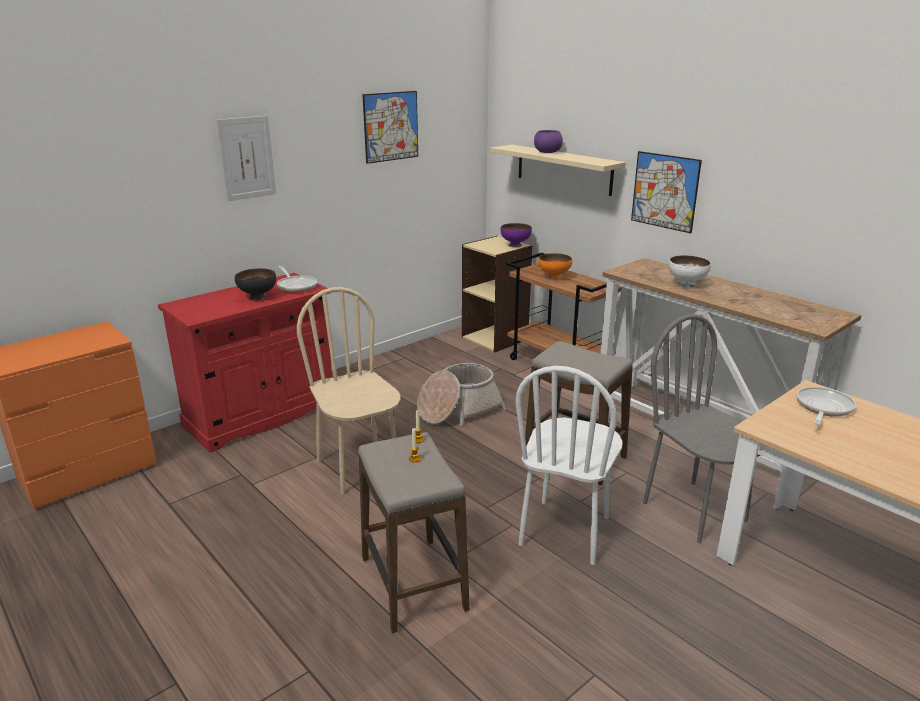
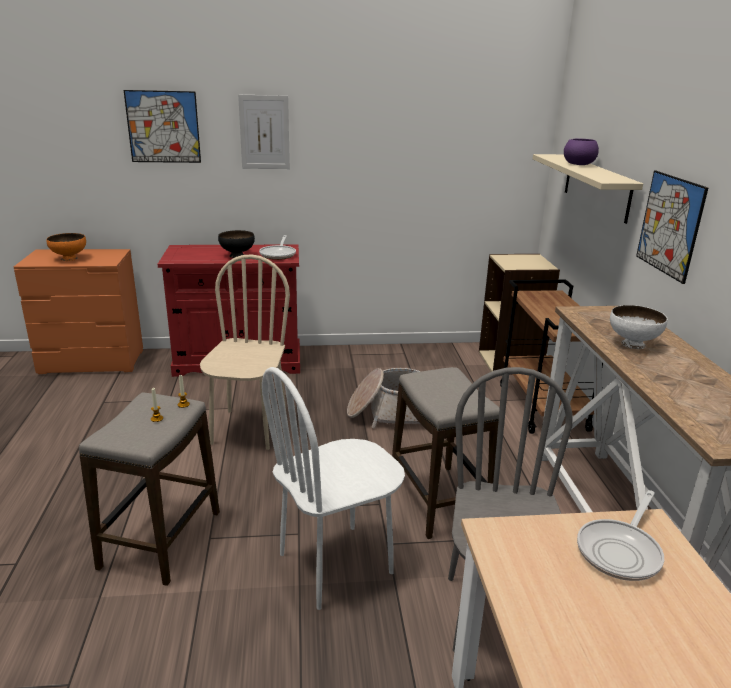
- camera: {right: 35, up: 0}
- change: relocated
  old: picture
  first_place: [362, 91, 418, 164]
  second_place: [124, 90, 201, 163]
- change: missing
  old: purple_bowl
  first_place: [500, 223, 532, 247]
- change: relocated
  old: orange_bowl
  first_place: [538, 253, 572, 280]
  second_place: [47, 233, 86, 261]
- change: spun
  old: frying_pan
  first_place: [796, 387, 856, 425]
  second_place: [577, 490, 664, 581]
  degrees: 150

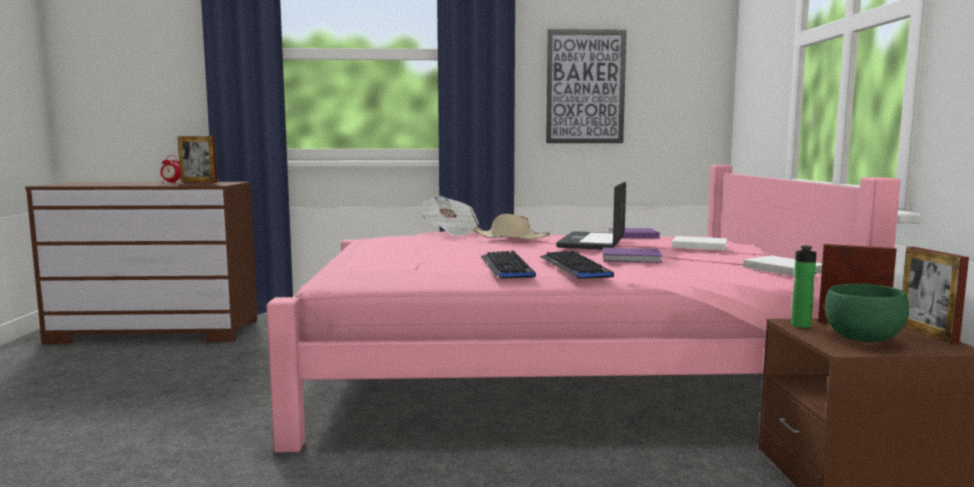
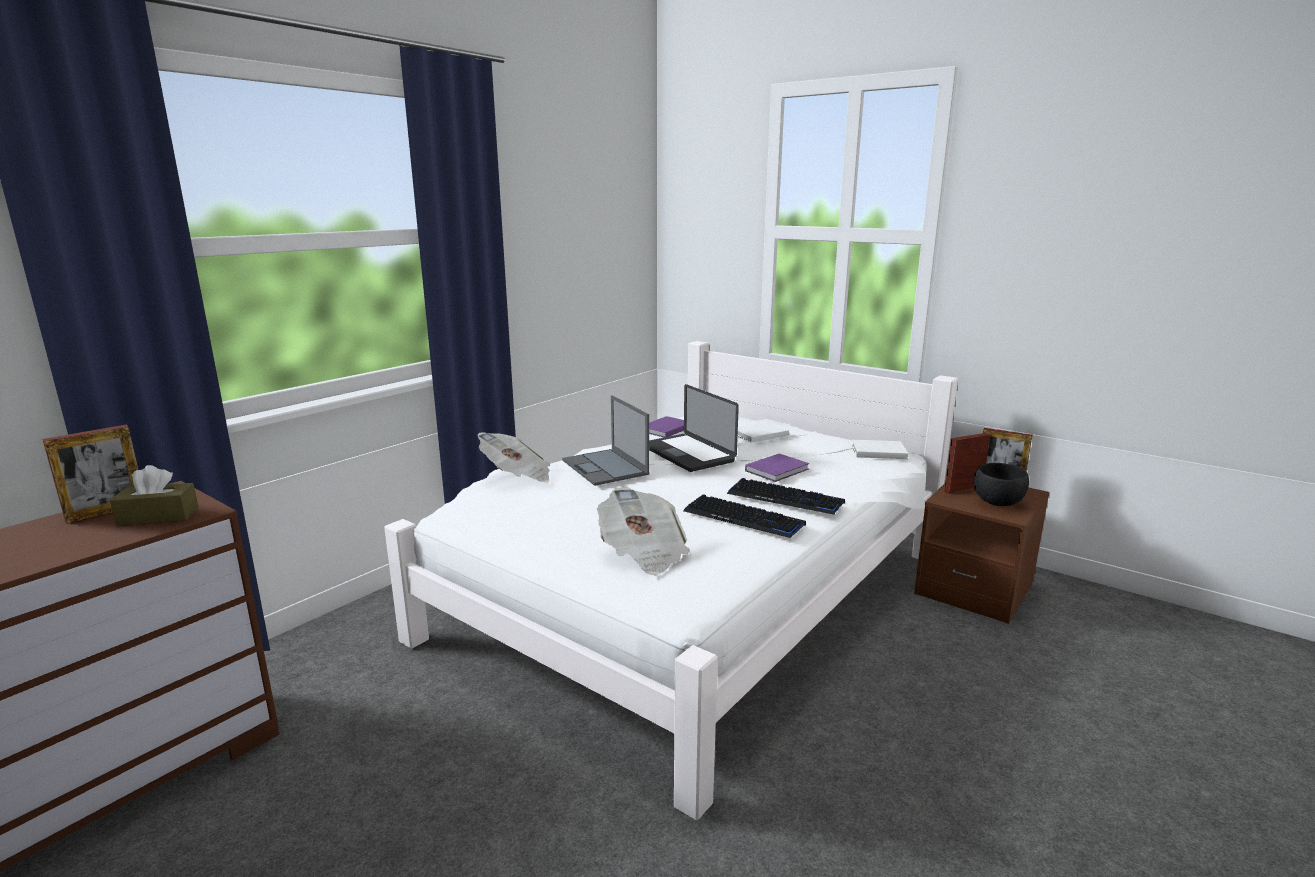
- camera: {right: -50, up: 10}
- change: missing
  old: alarm_clock
  first_place: [160, 155, 181, 183]
- change: colour
  old: pink_bed
  new: white_bed
  first_place: [266, 165, 901, 453]
  second_place: [384, 341, 958, 820]
- change: exchanged
  old: beige_hat
  new: laptop
  first_place: [473, 214, 550, 239]
  second_place: [562, 395, 649, 486]
- change: missing
  old: picture
  first_place: [546, 29, 627, 143]
- change: missing
  old: bottle
  first_place: [791, 246, 817, 328]
- change: colour
  old: green_bowl
  new: black_bowl
  first_place: [825, 284, 909, 342]
  second_place: [974, 463, 1029, 506]
- change: appeared
  new: brown_tissue_box
  second_place: [110, 465, 198, 526]
- change: appeared
  new: newspaper
  second_place: [597, 487, 690, 576]

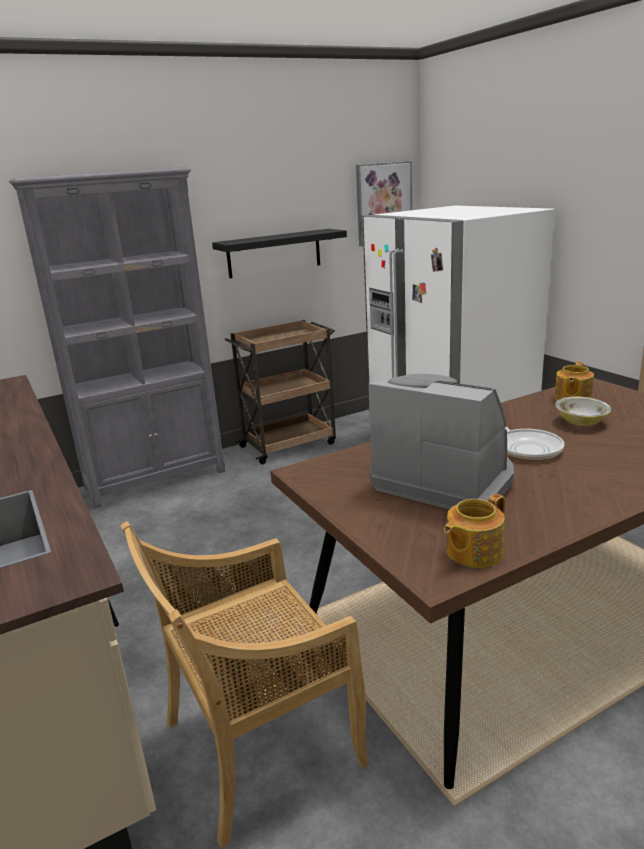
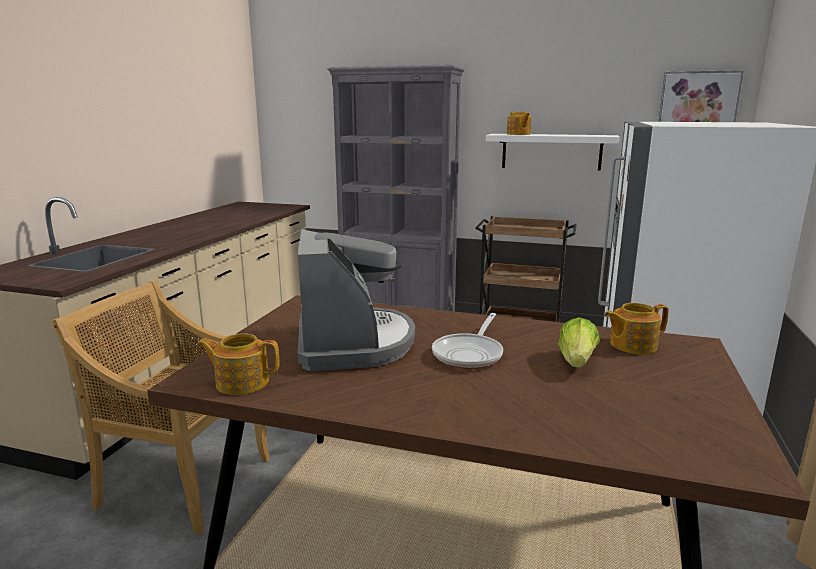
- camera: {right: 45, up: -5}
- change: colour
  old: black_shelf
  new: white_shelf
  first_place: [212, 229, 347, 278]
  second_place: [486, 134, 620, 171]
- change: exchanged
  old: bowl
  new: lettuce
  first_place: [555, 397, 611, 426]
  second_place: [558, 317, 600, 368]
- change: appeared
  new: teapot
  second_place: [507, 112, 531, 135]

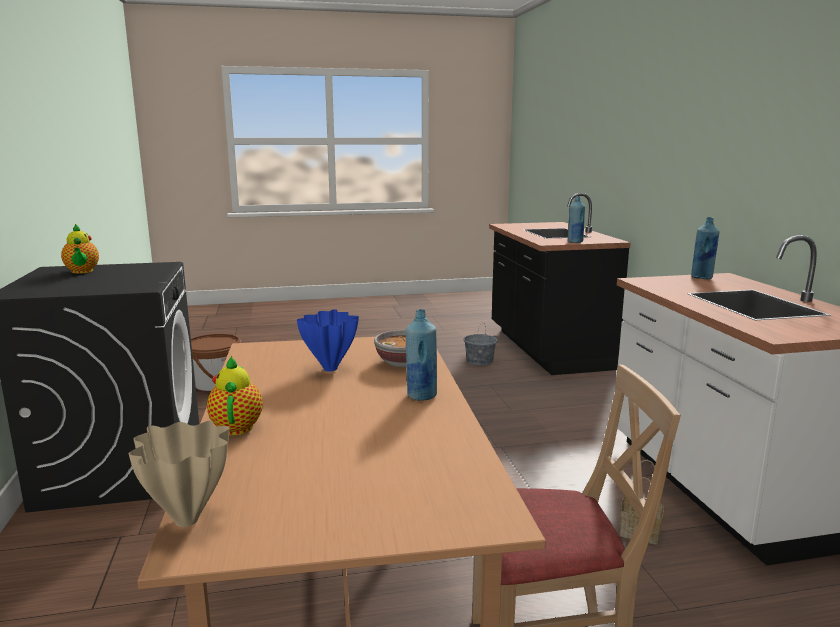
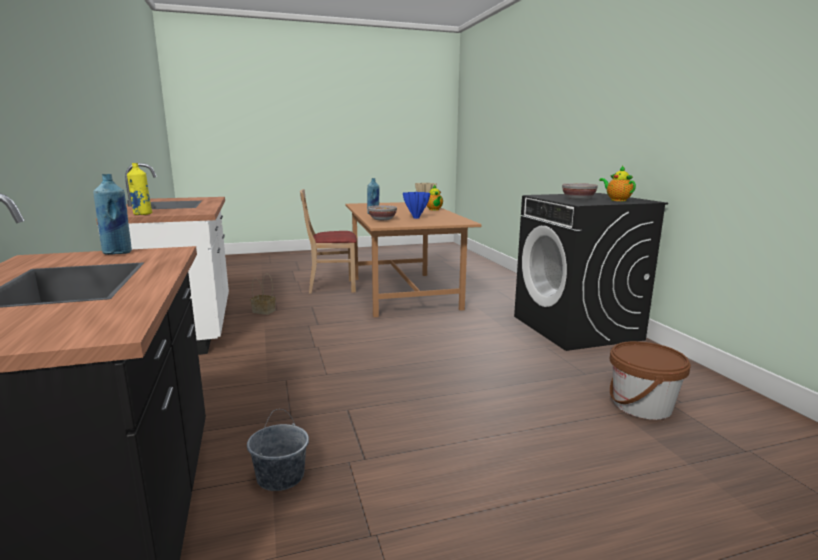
- camera: {right: 175, up: 0}
- change: colour
  old: blue_bottle
  new: yellow_bottle
  first_place: [691, 217, 720, 279]
  second_place: [127, 163, 152, 215]
- change: appeared
  new: bowl
  second_place: [562, 183, 598, 200]

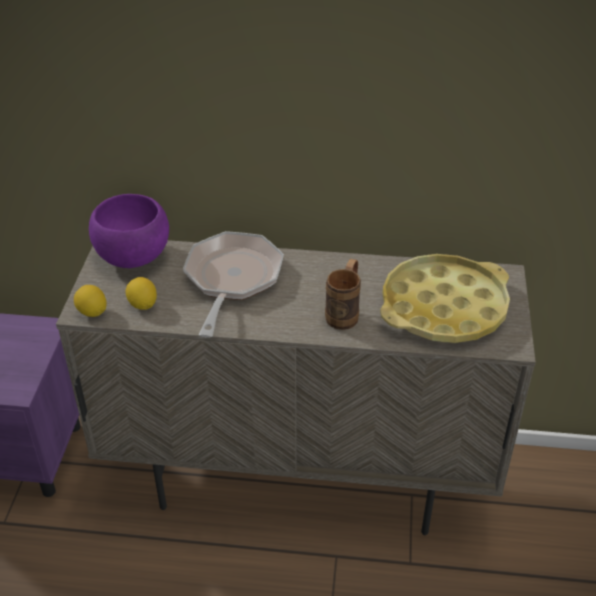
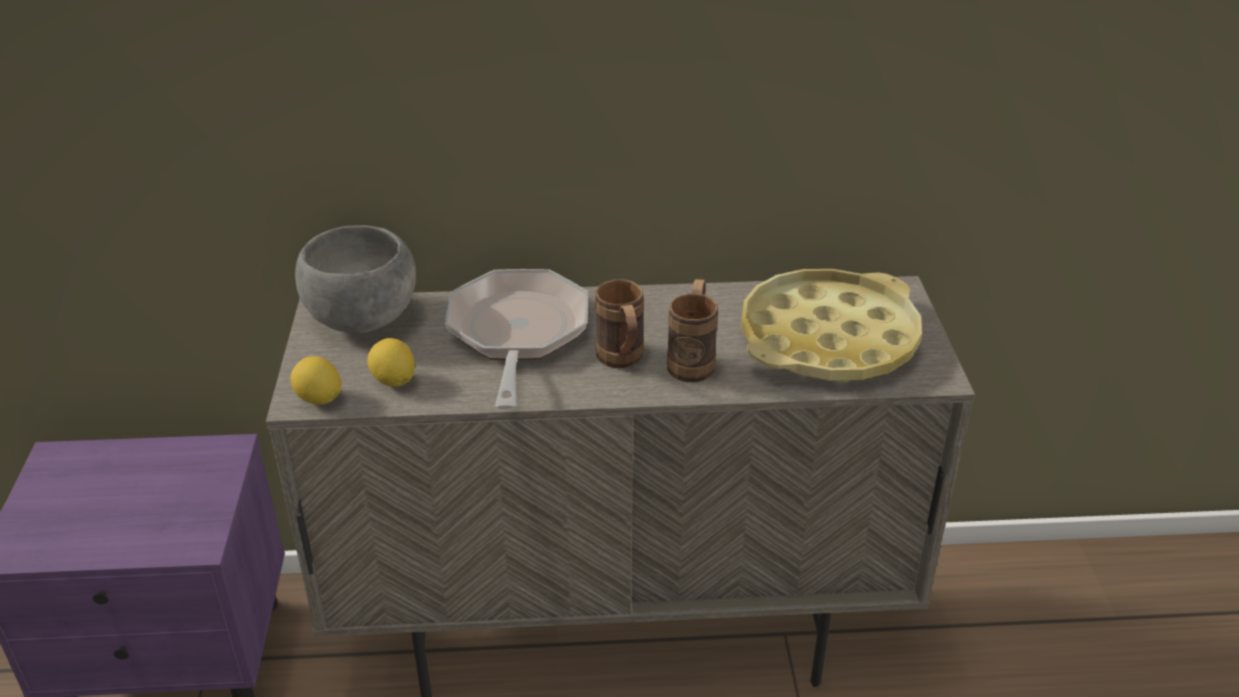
- camera: {right: -10, up: -5}
- change: colour
  old: purple_bowl
  new: grey_bowl
  first_place: [89, 194, 169, 268]
  second_place: [295, 225, 416, 333]
- change: appeared
  new: brown_mug
  second_place: [595, 279, 644, 368]

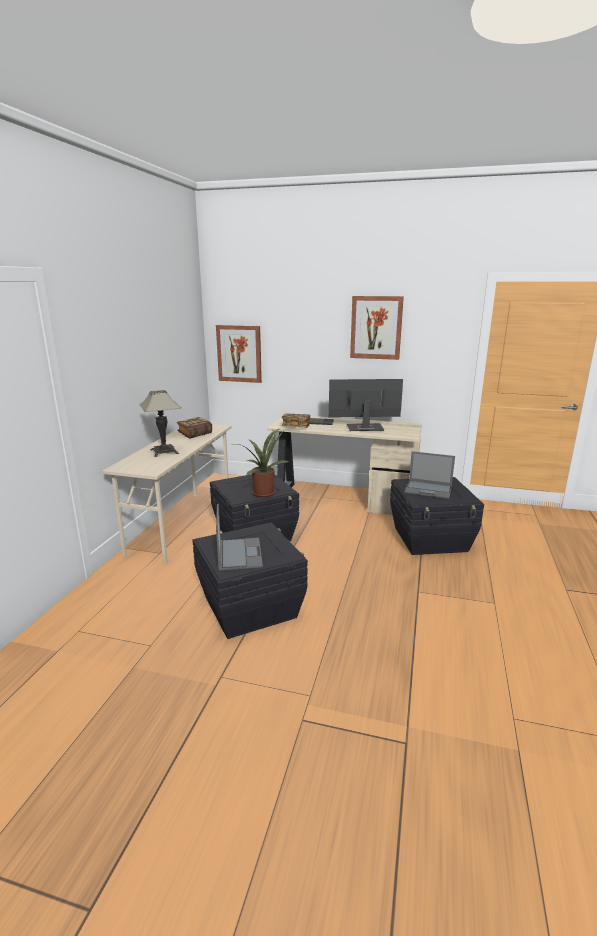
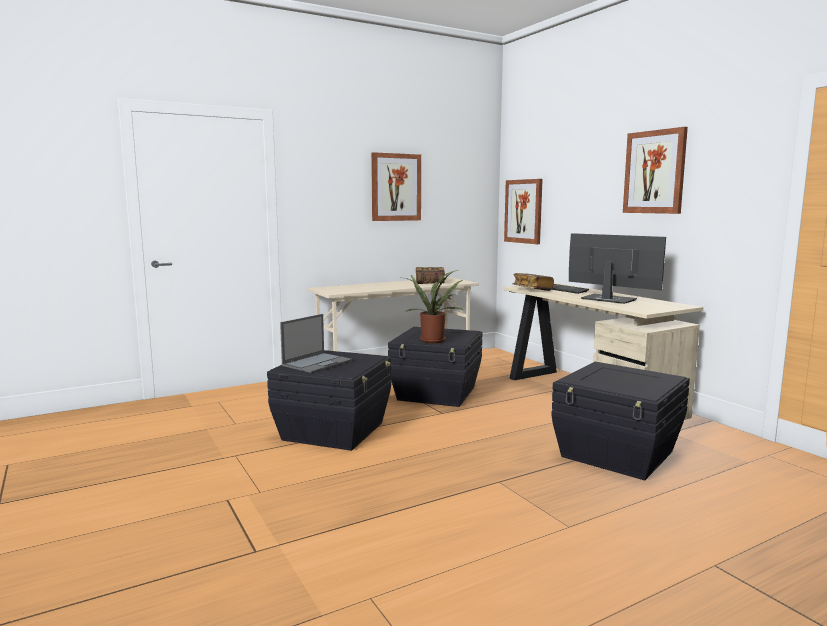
- camera: {right: 45, up: -10}
- change: missing
  old: table_lamp
  first_place: [139, 390, 181, 457]
- change: missing
  old: laptop
  first_place: [404, 451, 455, 499]
- change: appeared
  new: picture
  second_place: [371, 152, 421, 221]

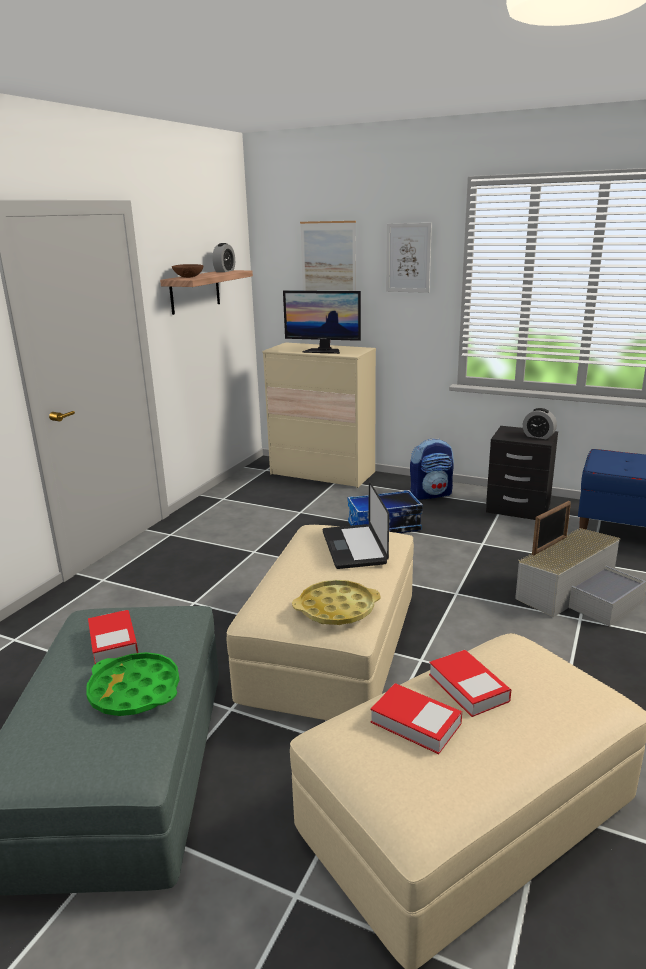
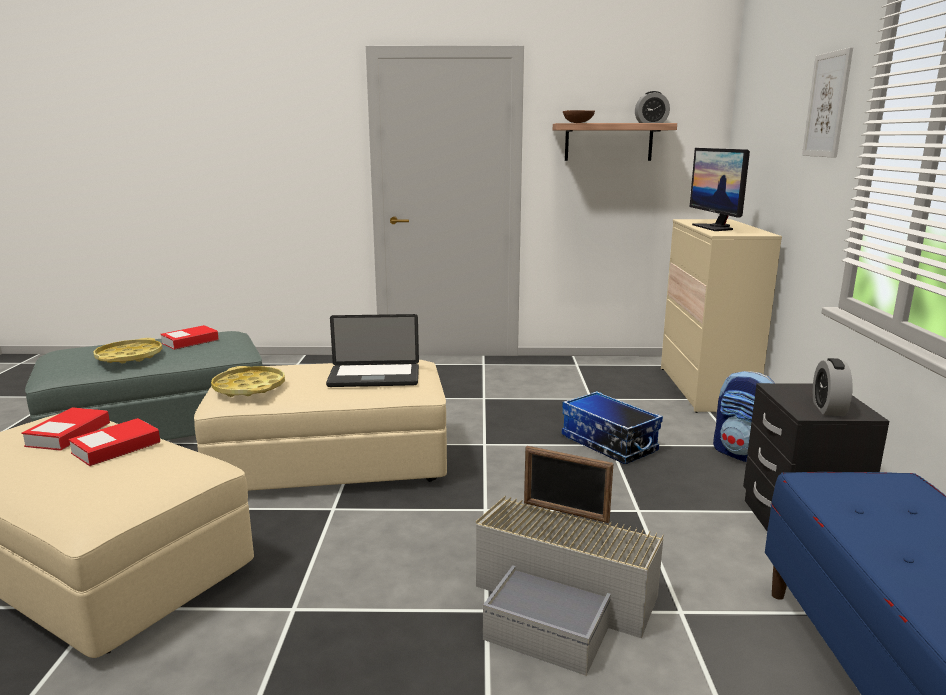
- camera: {right: 65, up: -5}
- change: colour
  old: green_tray
  new: yellow_tray
  first_place: [86, 652, 179, 716]
  second_place: [93, 338, 162, 364]
- change: missing
  old: picture
  first_place: [300, 221, 356, 291]
- change: spun
  old: laptop
  first_place: [323, 481, 389, 569]
  second_place: [326, 314, 419, 387]
  degrees: -150

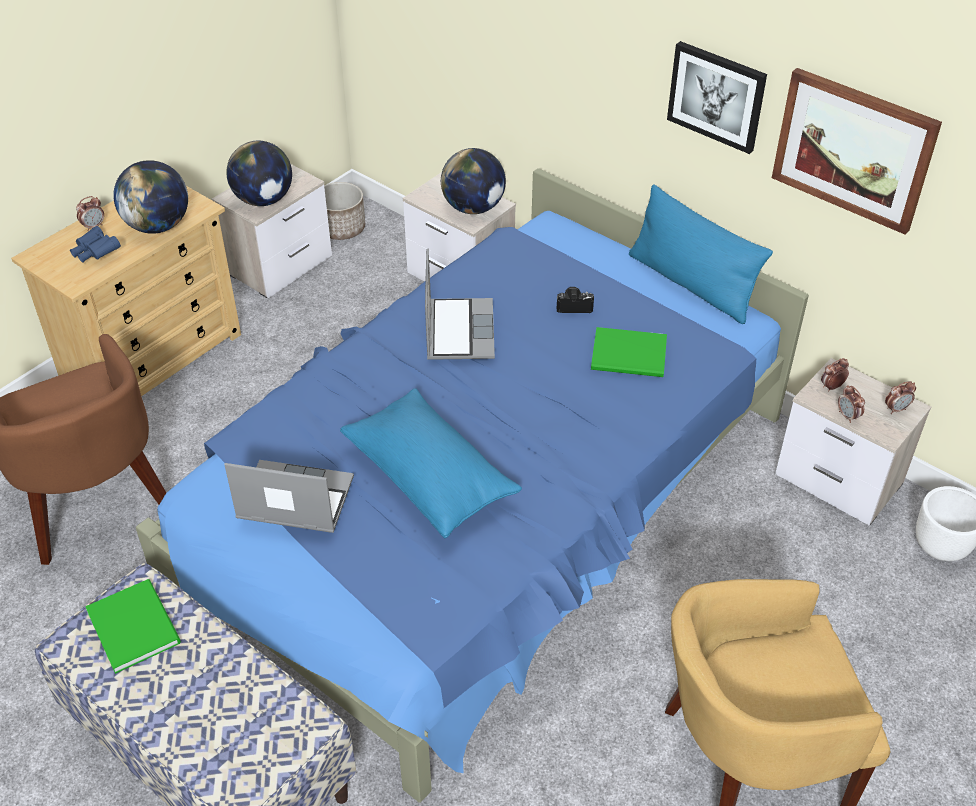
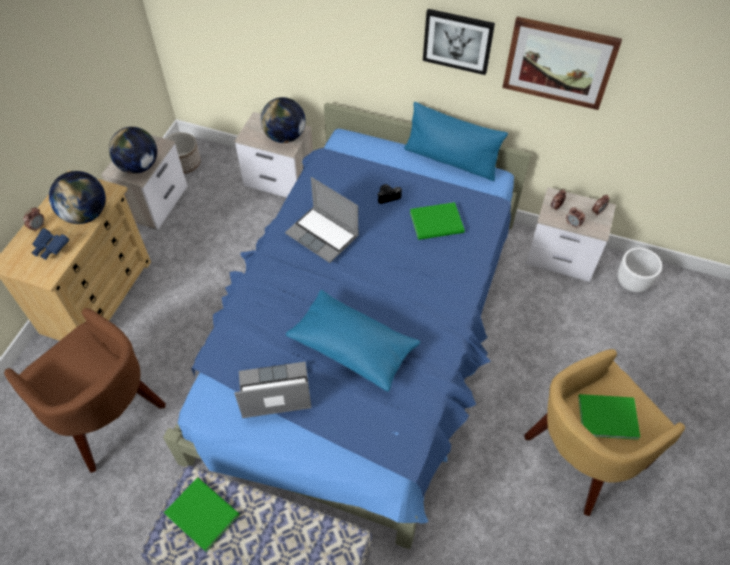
- camera: {right: -20, up: 10}
- change: spun
  old: laptop
  first_place: [425, 249, 495, 360]
  second_place: [285, 177, 359, 263]
  degrees: 150
- change: appeared
  new: green_book
  second_place: [578, 394, 640, 440]

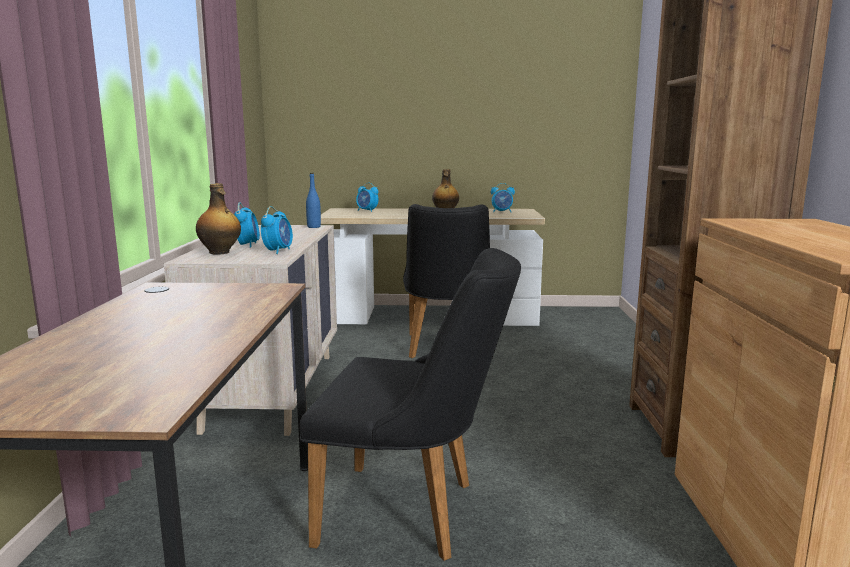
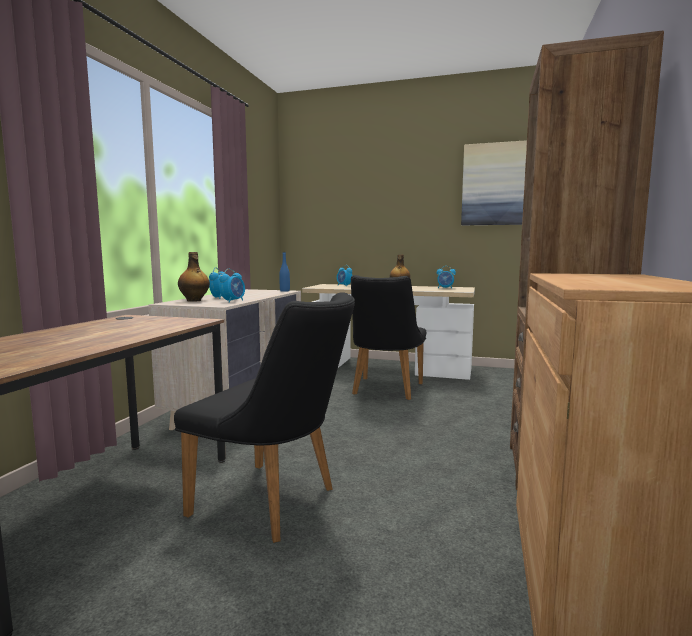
- camera: {right: 15, up: -5}
- change: appeared
  new: picture
  second_place: [461, 140, 527, 225]

